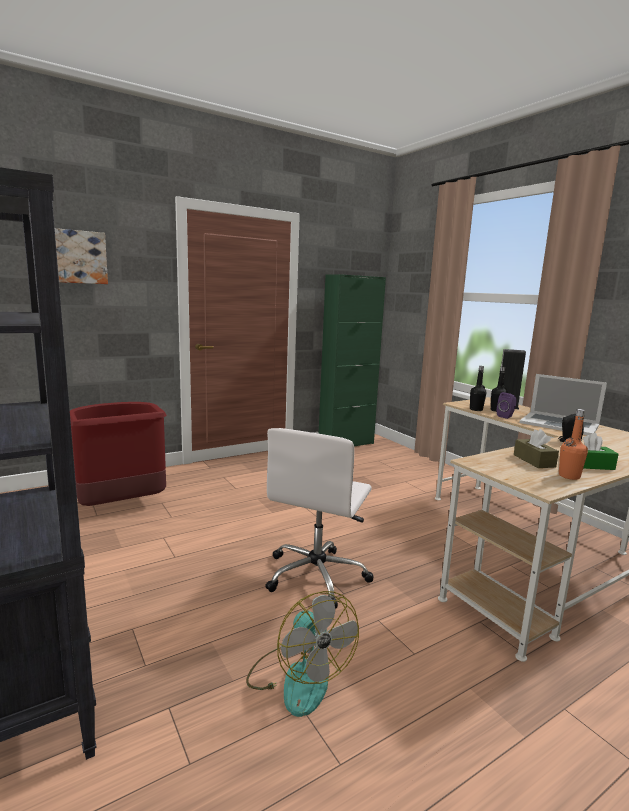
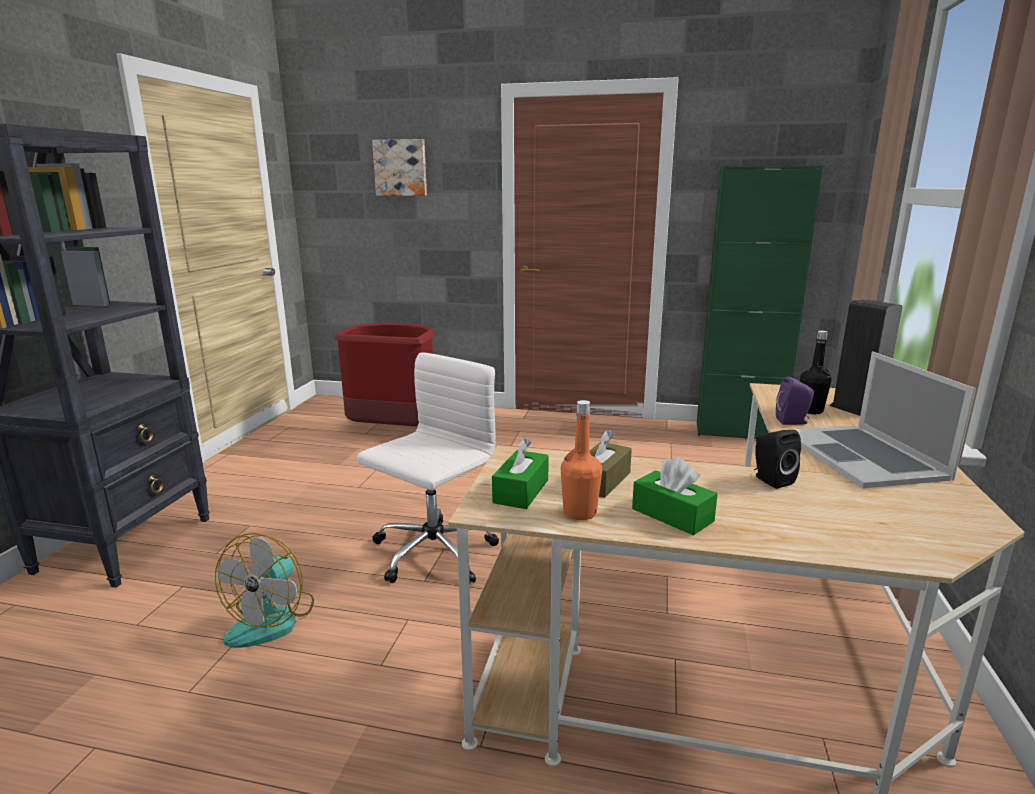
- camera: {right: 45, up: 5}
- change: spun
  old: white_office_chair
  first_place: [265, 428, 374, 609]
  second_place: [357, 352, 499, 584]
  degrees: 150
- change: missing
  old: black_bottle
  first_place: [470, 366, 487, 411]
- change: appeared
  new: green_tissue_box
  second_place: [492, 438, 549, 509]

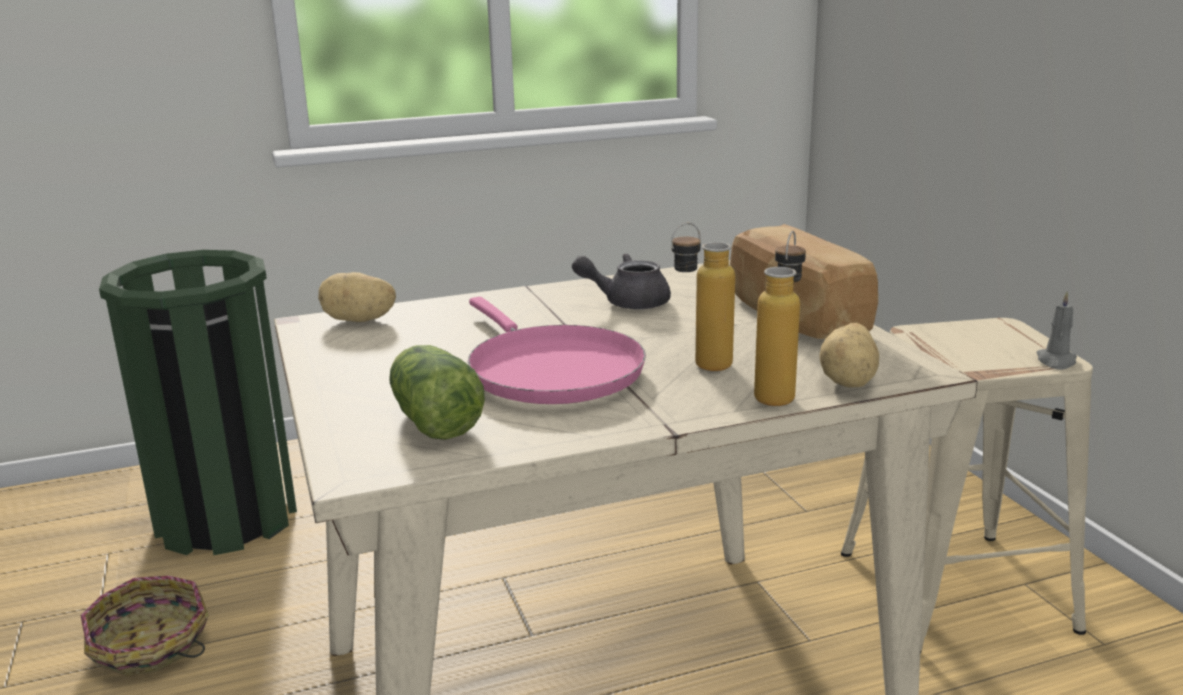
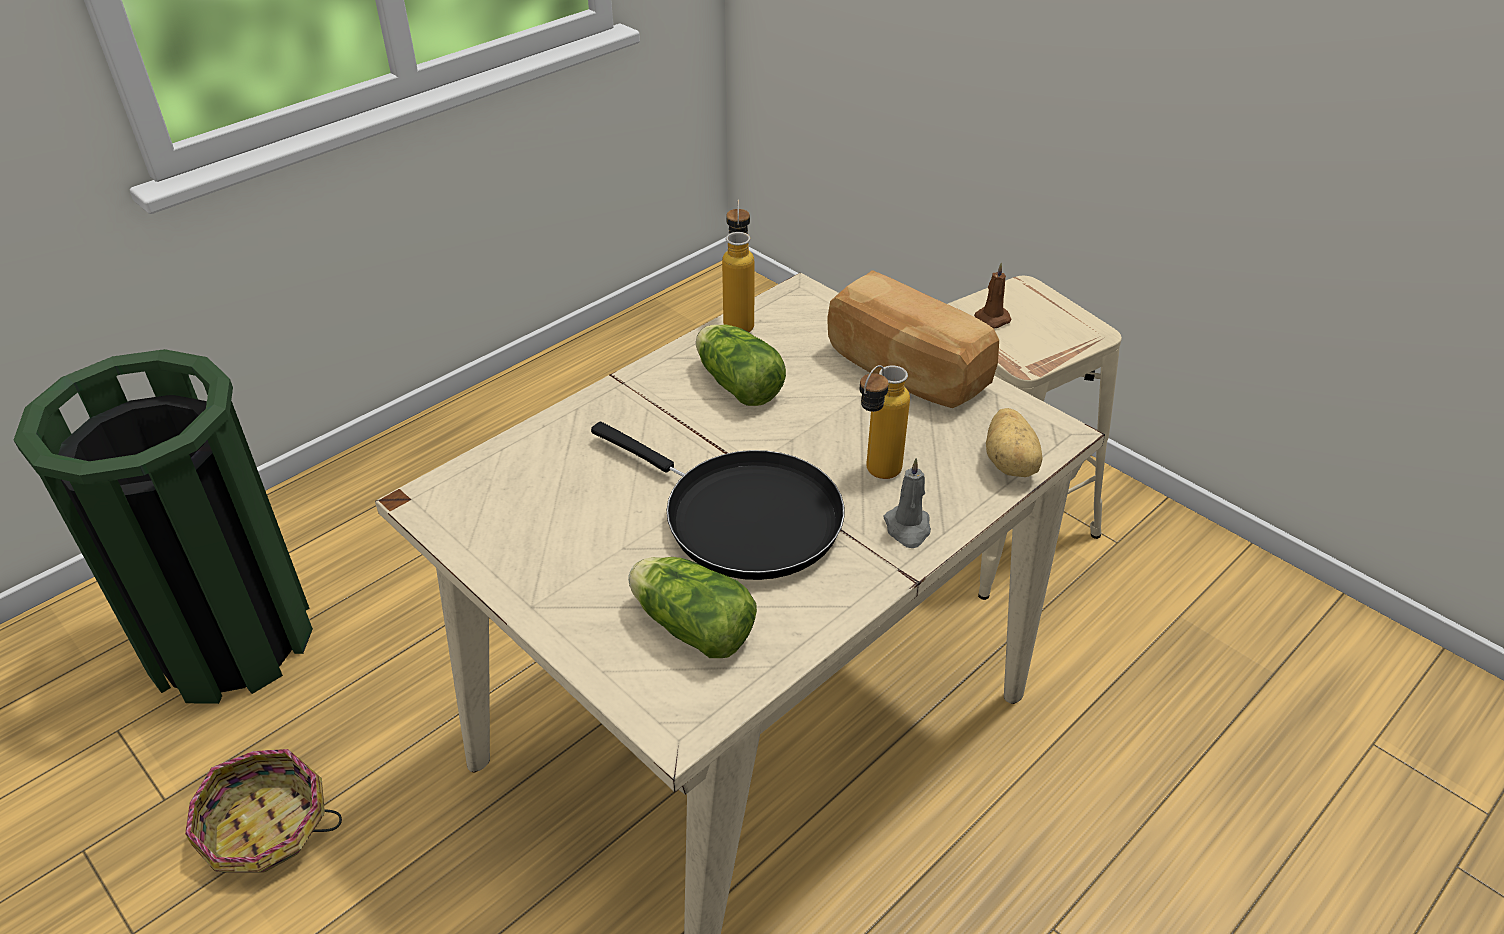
- camera: {right: -25, up: 20}
- change: missing
  old: potato
  first_place: [318, 272, 396, 322]
- change: colour
  old: pink_frying_pan
  new: black_frying_pan
  first_place: [468, 297, 646, 404]
  second_place: [591, 422, 845, 580]
- change: exchanged
  old: grey_teapot
  new: lettuce
  first_place: [572, 254, 671, 310]
  second_place: [696, 324, 786, 406]
- change: relocated
  old: bottle
  first_place: [754, 231, 806, 406]
  second_place: [722, 200, 754, 332]
- change: relocated
  old: grey_candle
  first_place: [1037, 291, 1077, 370]
  second_place: [883, 458, 931, 548]
- change: appeared
  new: brown_candle
  second_place: [974, 263, 1011, 328]

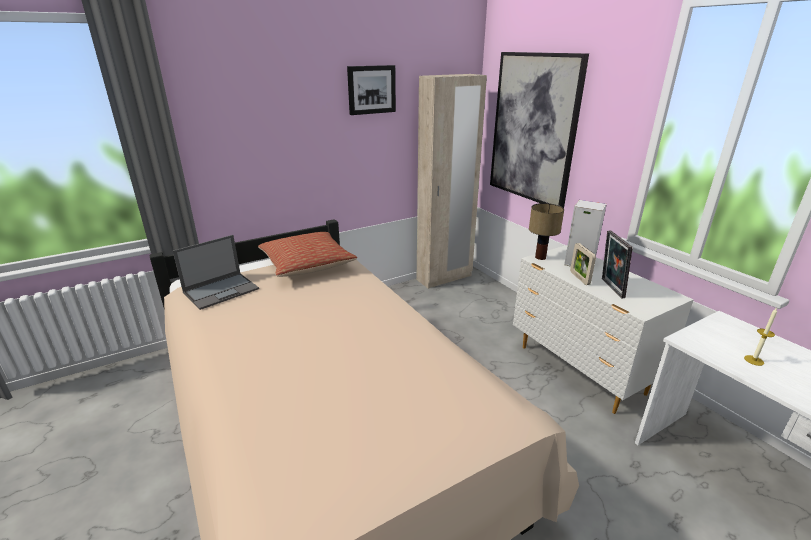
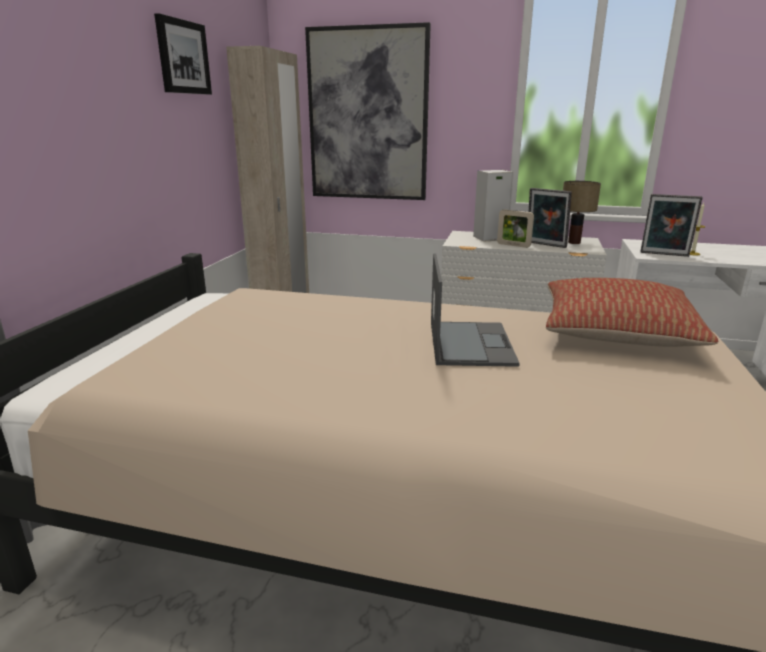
- camera: {right: -45, up: -5}
- change: relocated
  old: laptop
  first_place: [173, 235, 259, 310]
  second_place: [431, 253, 520, 367]
- change: relocated
  old: pillow
  first_place: [258, 232, 357, 277]
  second_place: [546, 278, 719, 347]
- change: relocated
  old: table_lamp
  first_place: [529, 203, 564, 260]
  second_place: [563, 181, 601, 244]
- change: appeared
  new: picture_frame
  second_place: [640, 194, 703, 257]

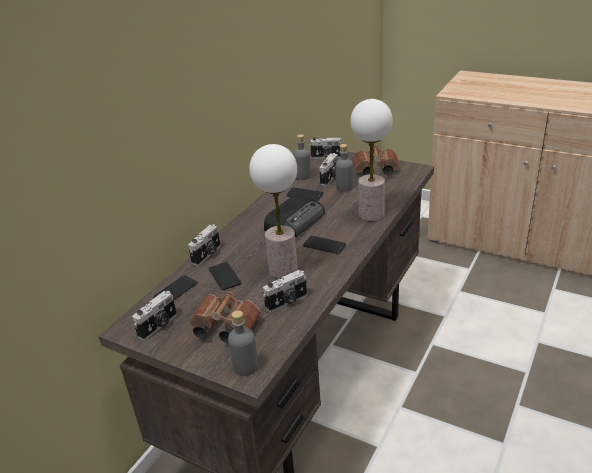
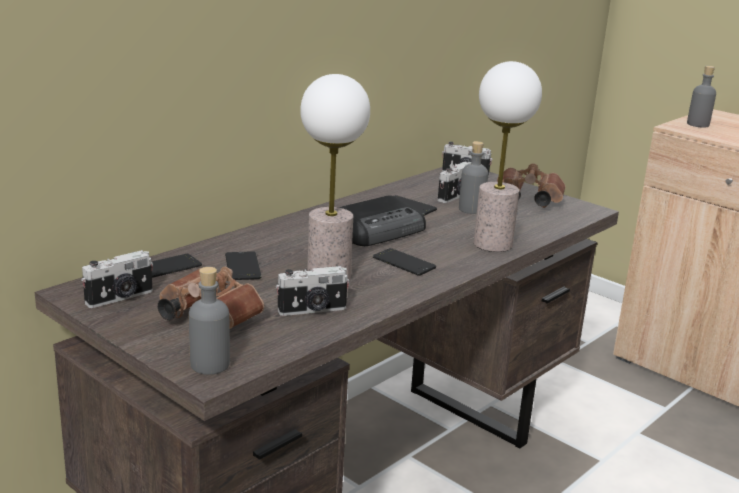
- camera: {right: 10, up: -10}
- change: missing
  old: photo_camera
  first_place: [188, 224, 220, 266]
- change: relocated
  old: grey_bottle
  first_place: [293, 134, 311, 180]
  second_place: [687, 66, 716, 128]

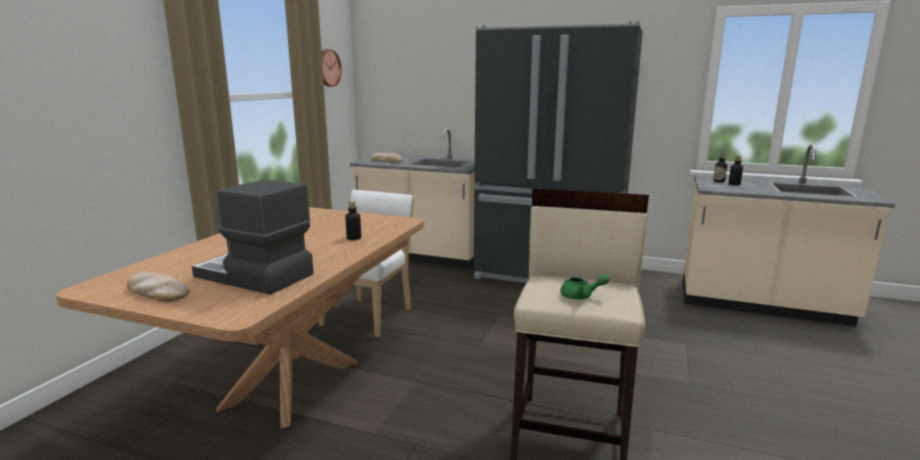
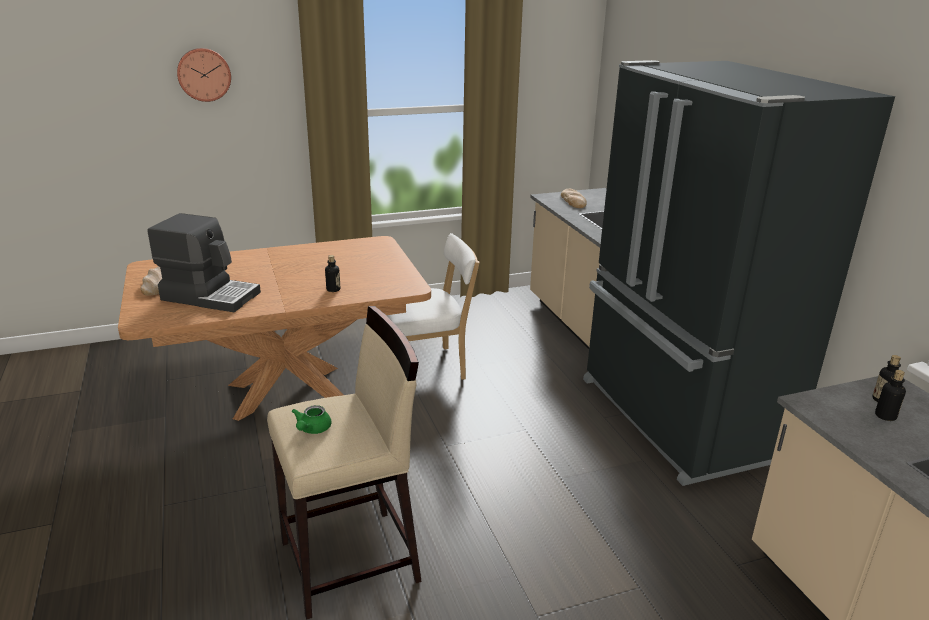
- camera: {right: 50, up: 10}
- change: spun
  old: coffee_machine
  first_place: [192, 179, 314, 295]
  second_place: [147, 213, 261, 312]
  degrees: 120
- change: relocated
  old: wall_clock
  first_place: [322, 49, 342, 87]
  second_place: [177, 48, 231, 102]
- change: spun
  old: green_teapot
  first_place: [560, 275, 610, 300]
  second_place: [292, 405, 331, 434]
  degrees: 45

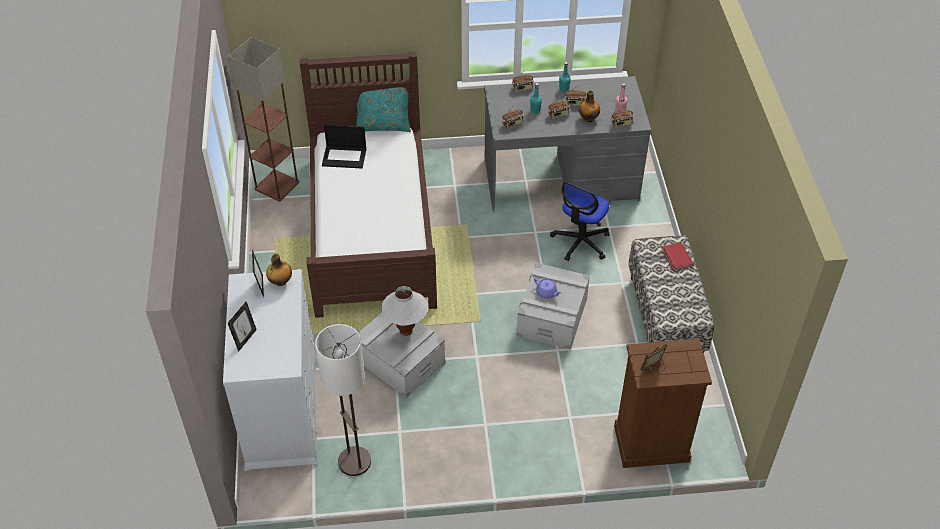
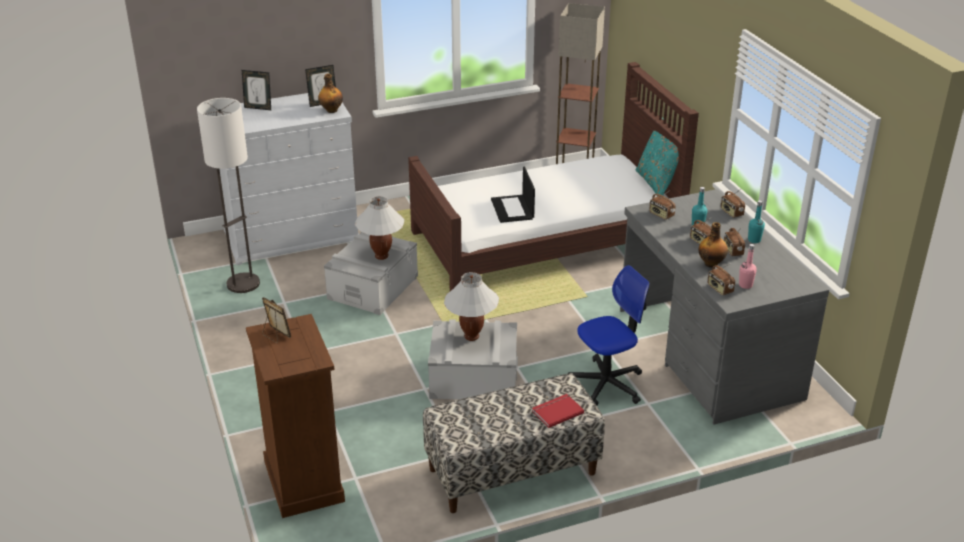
- camera: {right: 75, up: -15}
- change: relocated
  old: laptop
  first_place: [322, 124, 366, 168]
  second_place: [491, 167, 535, 223]
- change: exchanged
  old: purple_teapot
  new: white_table_lamp
  first_place: [534, 278, 561, 299]
  second_place: [444, 272, 499, 341]
- change: spun
  old: office_chair
  first_place: [550, 181, 609, 261]
  second_place: [568, 265, 650, 405]
  degrees: 135

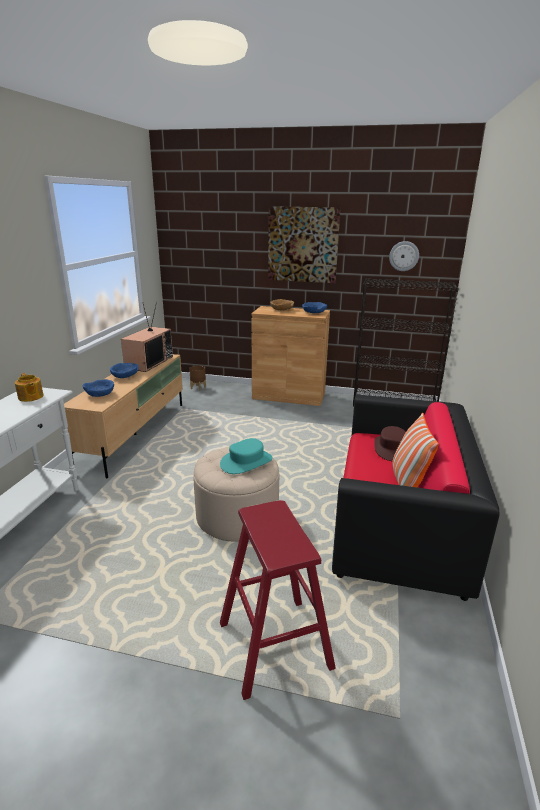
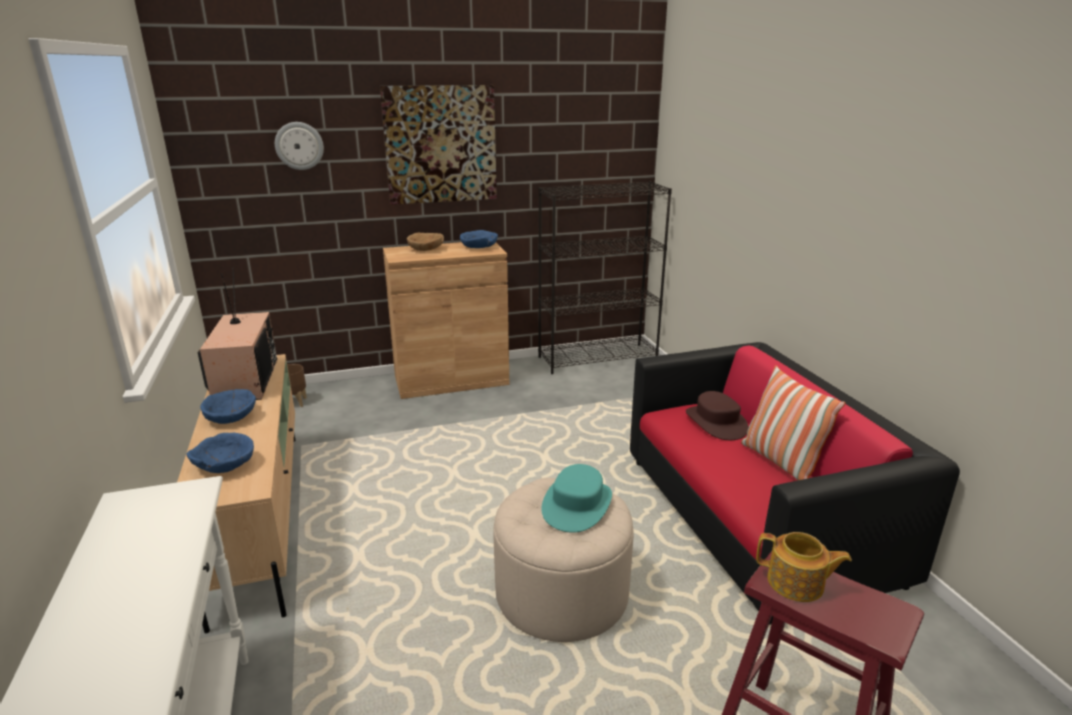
- camera: {right: -30, up: 0}
- change: relocated
  old: teapot
  first_place: [15, 373, 44, 402]
  second_place: [756, 532, 852, 602]
- change: relocated
  old: wall_clock
  first_place: [389, 241, 419, 271]
  second_place: [275, 122, 324, 170]

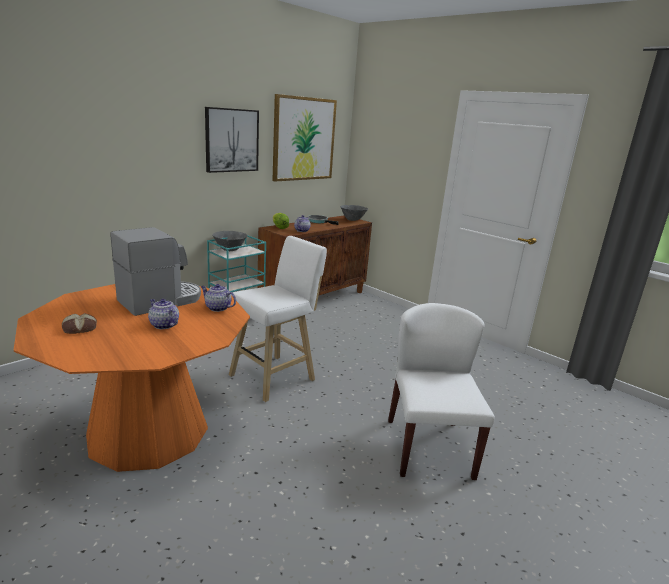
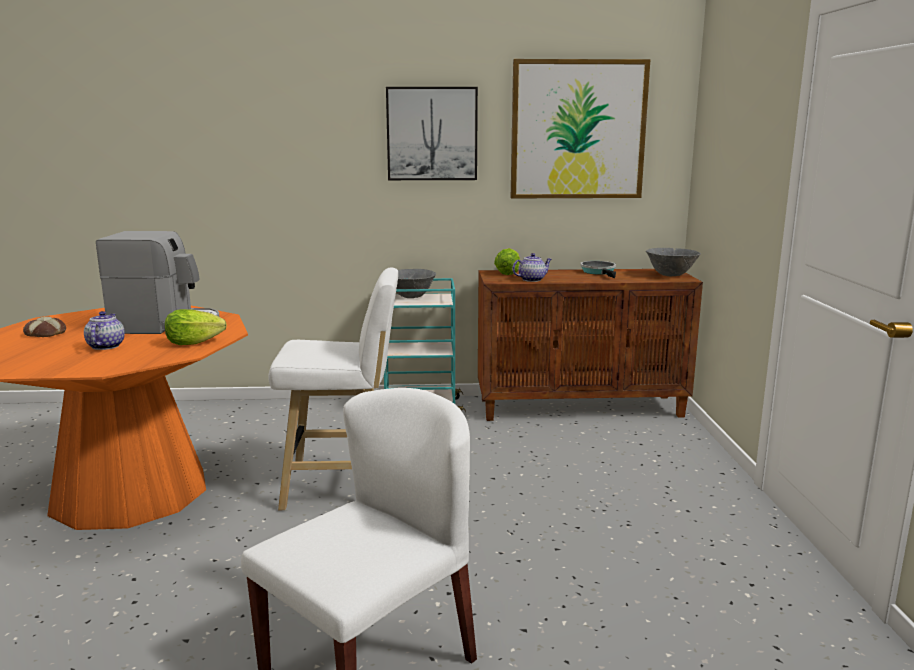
- camera: {right: 45, up: -5}
- change: exchanged
  old: teapot
  new: lettuce
  first_place: [201, 284, 236, 312]
  second_place: [165, 309, 227, 345]

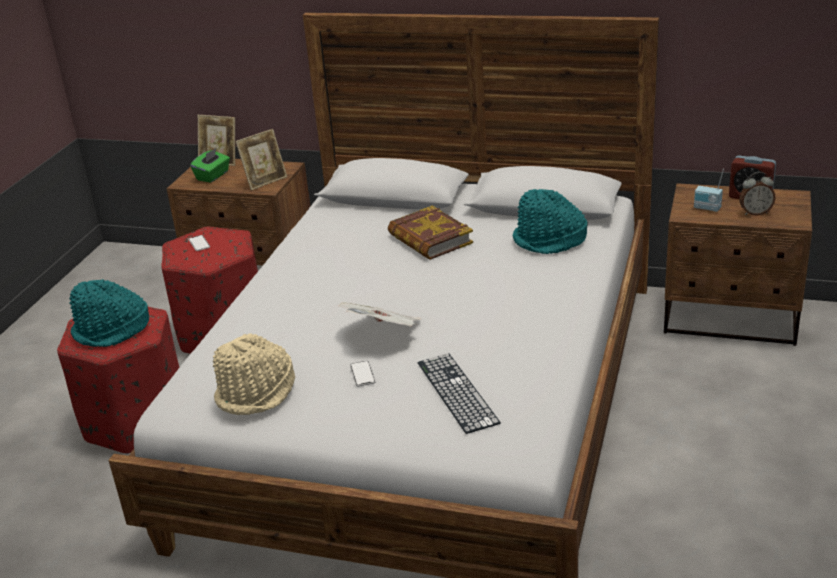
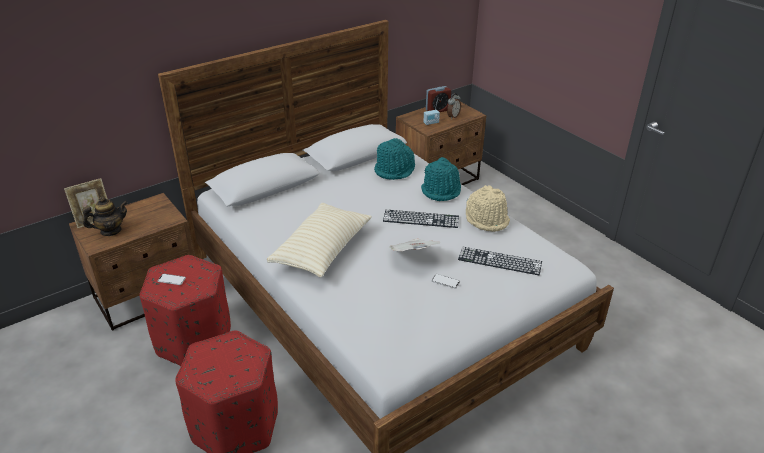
- camera: {right: -55, up: 5}
- change: relocated
  old: turquoise_hat
  first_place: [69, 279, 149, 347]
  second_place: [421, 157, 461, 201]
- change: exchanged
  old: green_tissue_box
  new: teapot
  first_place: [190, 148, 230, 183]
  second_place: [82, 196, 128, 236]
- change: relocated
  old: beige_hat
  first_place: [212, 333, 295, 415]
  second_place: [466, 185, 510, 232]
- change: missing
  old: picture_frame
  first_place: [235, 129, 287, 190]
- change: missing
  old: book
  first_place: [388, 206, 473, 260]
- change: appeared
  new: beige_pillow
  second_place: [267, 203, 372, 277]
- change: appeared
  new: keyboard
  second_place: [383, 210, 459, 228]

